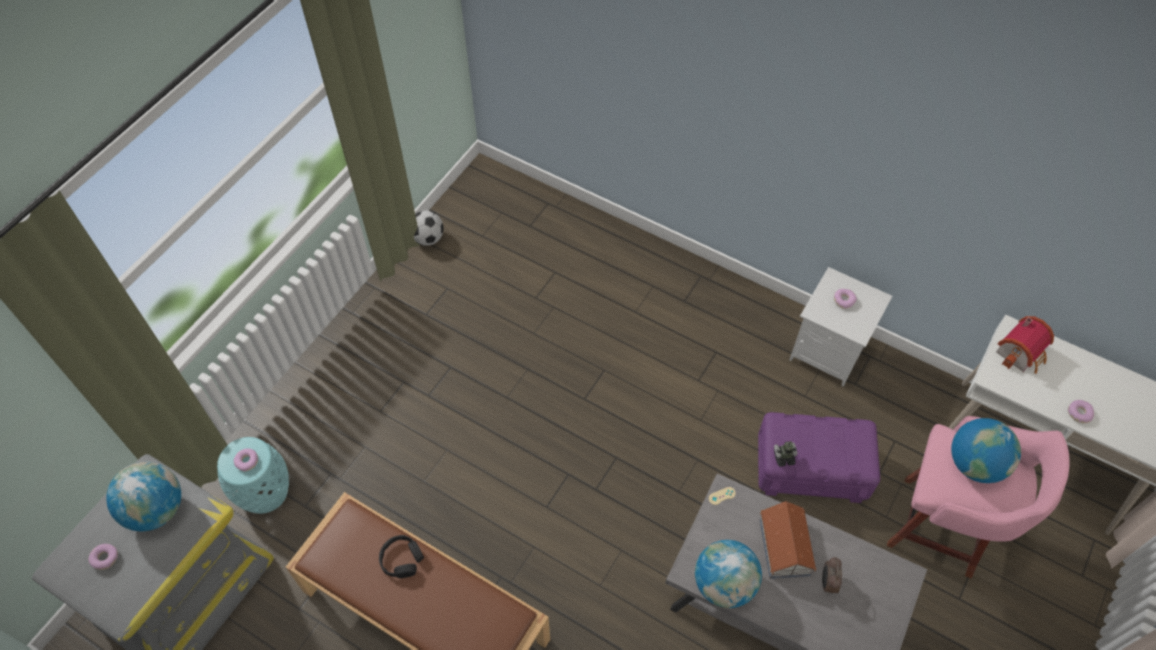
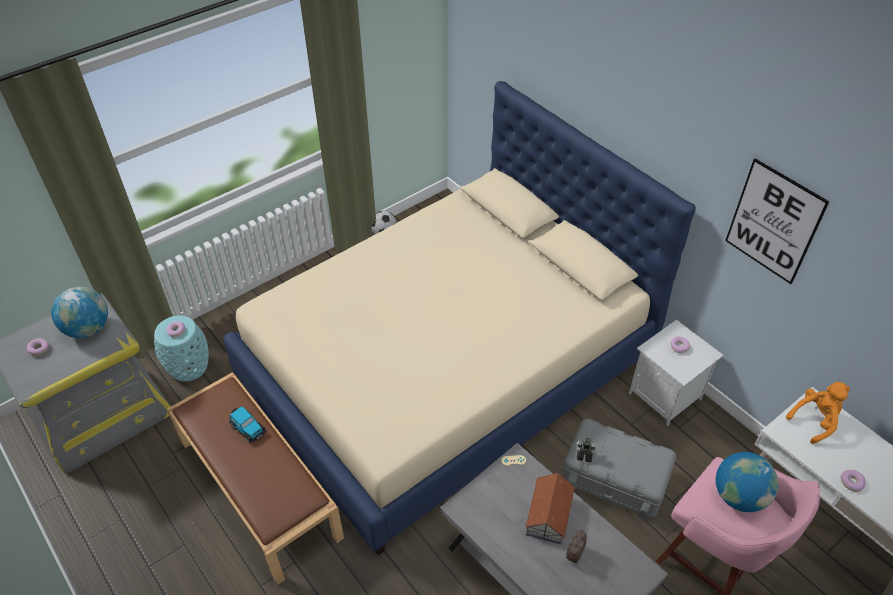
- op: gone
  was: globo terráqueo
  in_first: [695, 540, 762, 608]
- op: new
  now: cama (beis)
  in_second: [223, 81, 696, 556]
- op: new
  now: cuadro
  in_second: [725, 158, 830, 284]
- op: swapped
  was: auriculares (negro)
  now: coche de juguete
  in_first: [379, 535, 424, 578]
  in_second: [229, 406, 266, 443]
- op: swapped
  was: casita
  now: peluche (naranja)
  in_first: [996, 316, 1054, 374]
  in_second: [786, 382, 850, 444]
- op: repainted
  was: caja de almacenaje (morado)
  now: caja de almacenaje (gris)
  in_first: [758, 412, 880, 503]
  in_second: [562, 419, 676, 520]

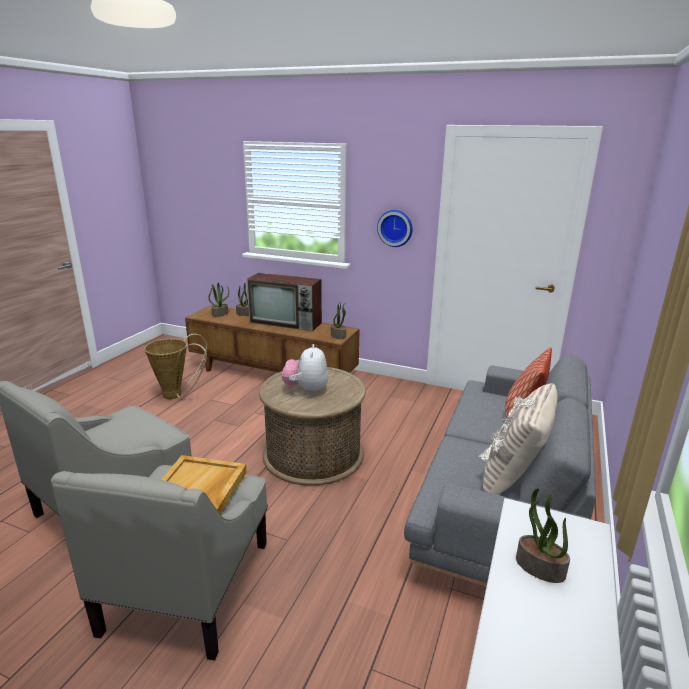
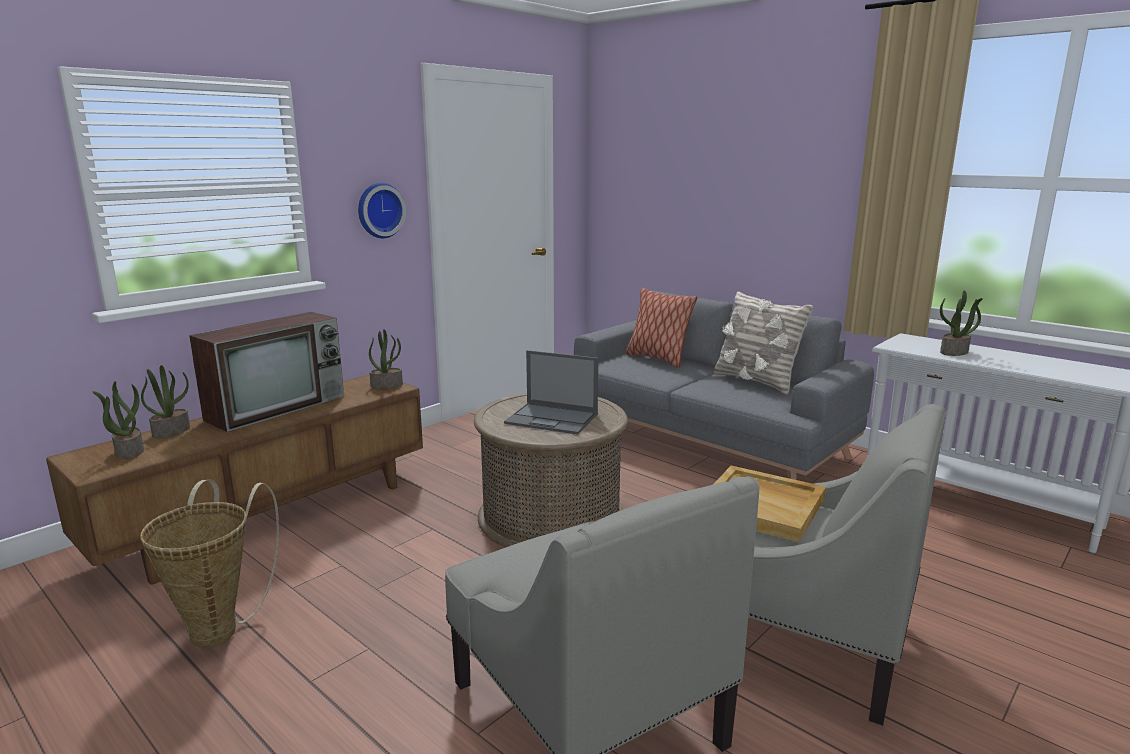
- op: swapped
  was: peluche
  now: portátil
  in_first: [282, 344, 328, 394]
  in_second: [504, 350, 598, 435]

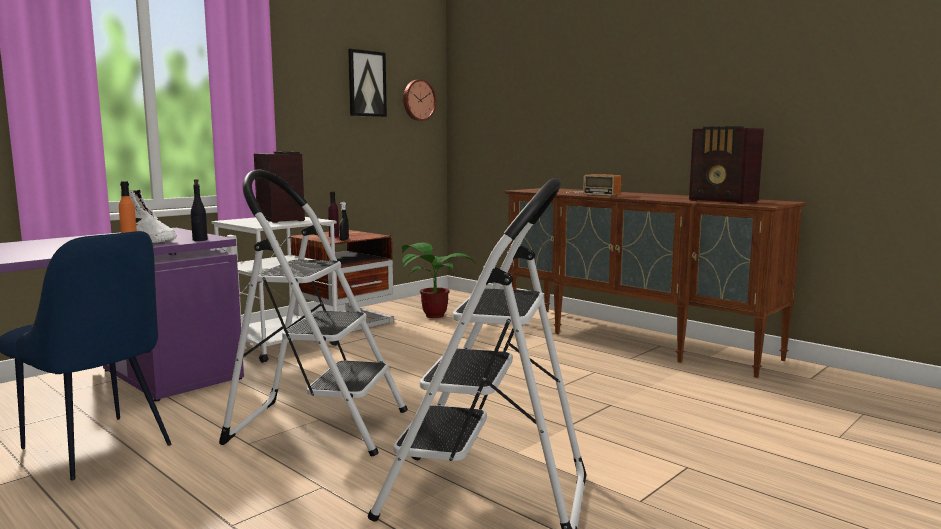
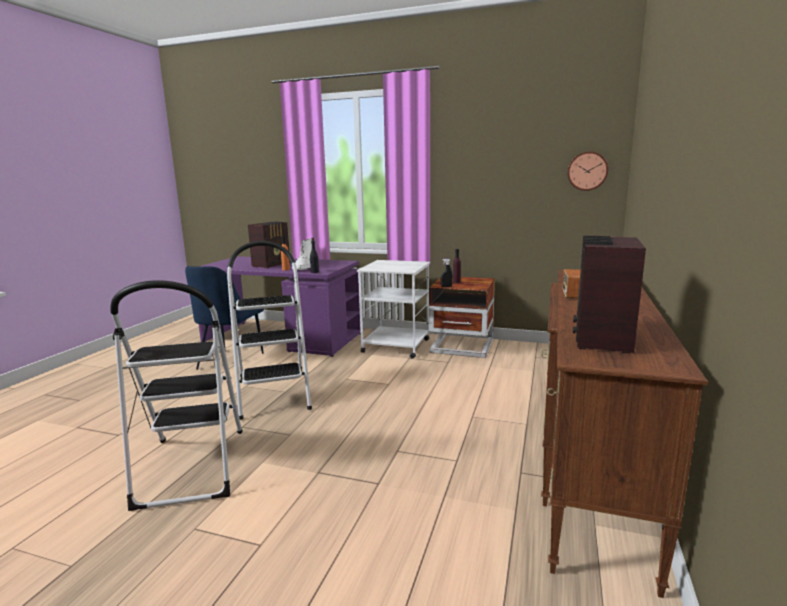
- op: gone
  was: cuadro
  in_first: [348, 49, 387, 117]
- op: gone
  was: planta en maceta
  in_first: [402, 243, 476, 318]
- op: shifted
  was: radio
  in_first: [254, 152, 305, 223]
  in_second: [248, 222, 290, 269]

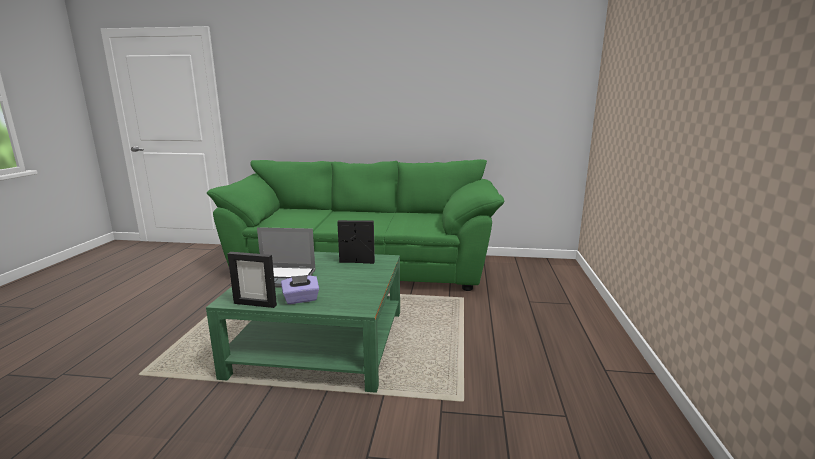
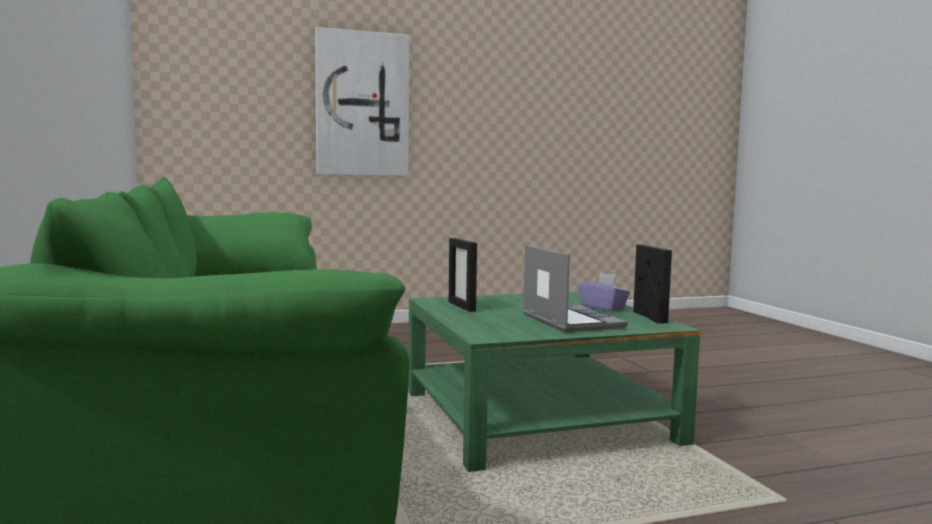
- op: new
  now: cuadro
  in_second: [315, 27, 409, 176]

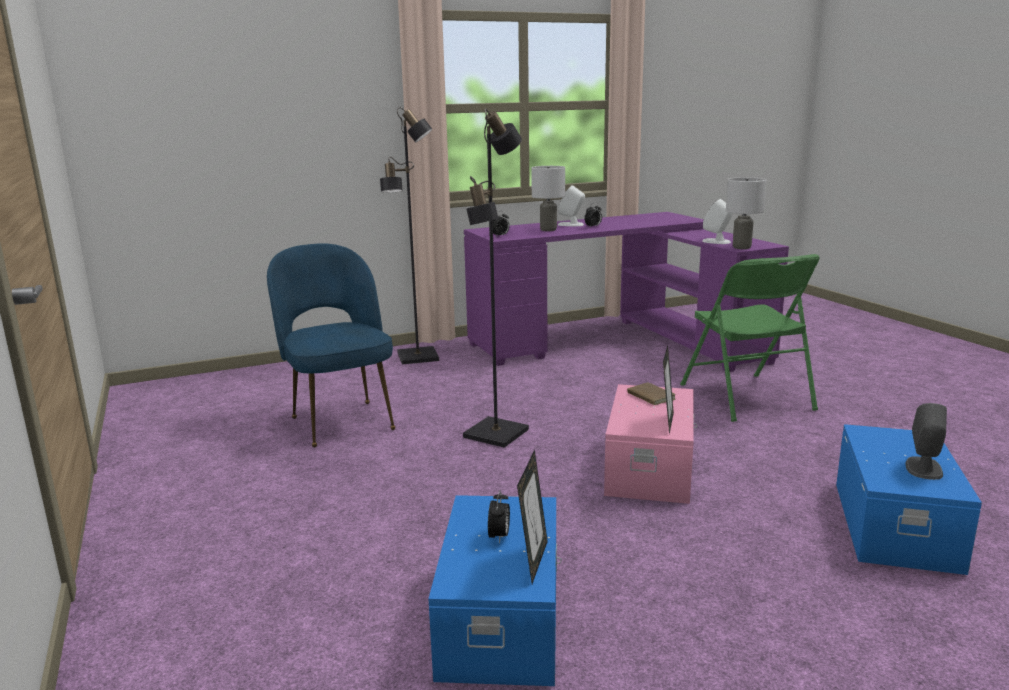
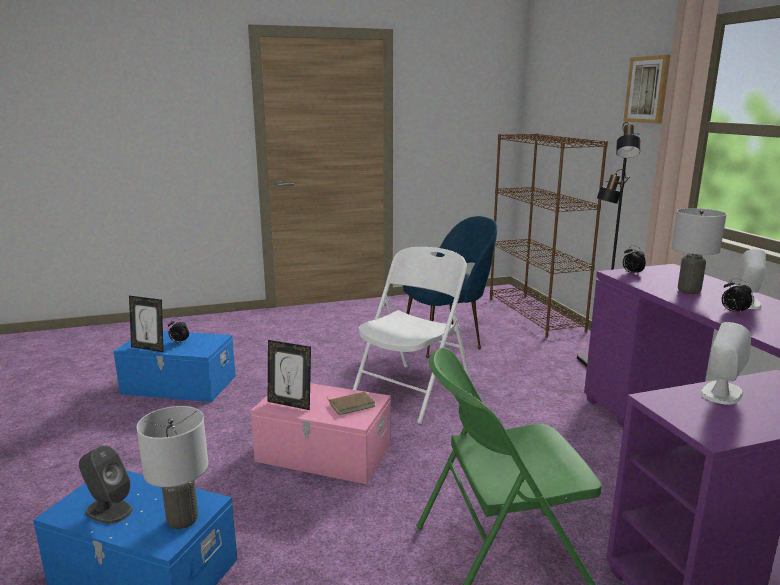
- op: new
  now: estantería (marrón)
  in_second: [490, 133, 608, 338]
- op: new
  now: cuadro
  in_second: [624, 55, 671, 123]
- op: shifted
  was: lámpara de mesa (blanco)
  in_first: [726, 177, 767, 249]
  in_second: [136, 406, 208, 529]
- op: swapped
  was: lámpara de pie (negro)
  now: silla (blanco)
  in_first: [463, 109, 529, 448]
  in_second: [353, 247, 470, 424]

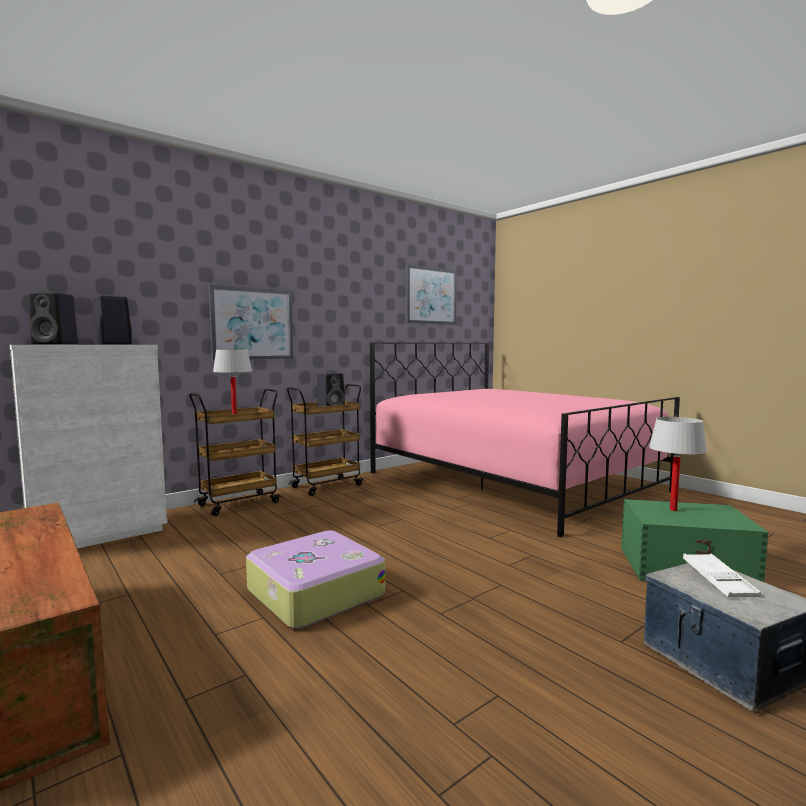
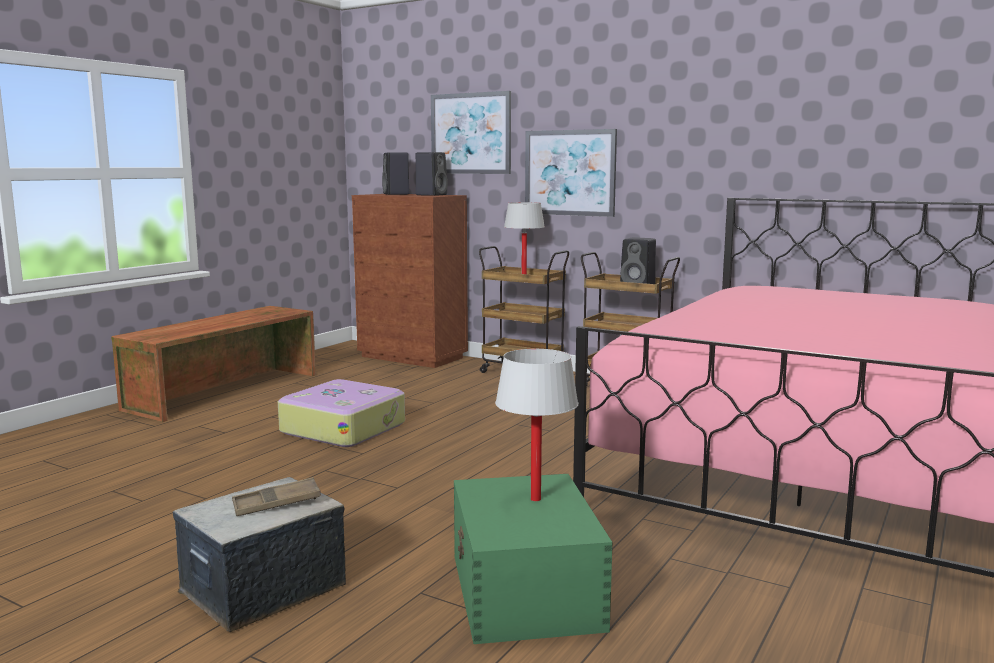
- op: shifted
  was: cuadro
  in_first: [406, 264, 457, 325]
  in_second: [431, 91, 511, 174]
- op: repainted
  was: cómoda (blanco)
  now: cómoda (marrón)
  in_first: [10, 345, 167, 548]
  in_second: [352, 194, 468, 368]
- op: repainted
  was: bandeja (blanco)
  now: bandeja (marrón)
  in_first: [683, 554, 761, 597]
  in_second: [232, 477, 321, 516]

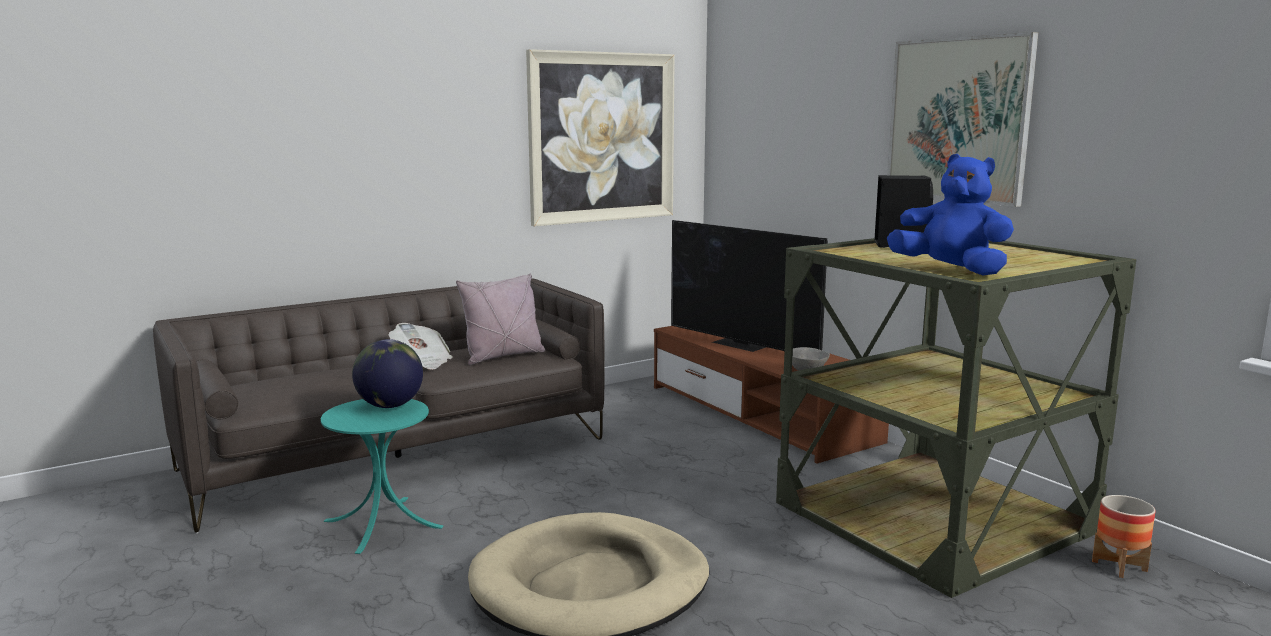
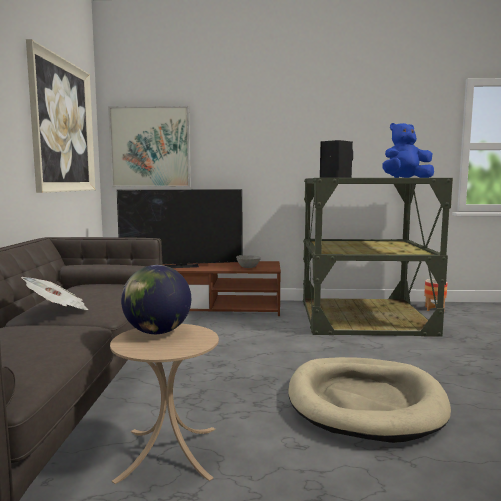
- op: gone
  was: cojín (morado)
  in_first: [456, 274, 545, 365]
- op: shifted
  was: cuadro
  in_first: [888, 32, 1039, 207]
  in_second: [108, 106, 191, 188]
- op: repainted
  was: mesa auxiliar (turquesa)
  now: mesa auxiliar (beis)
  in_first: [321, 399, 443, 554]
  in_second: [110, 324, 219, 484]

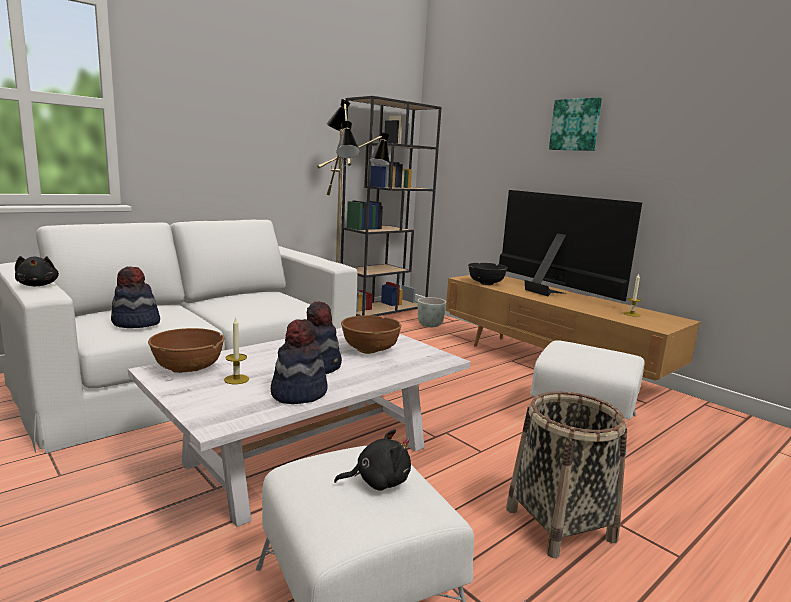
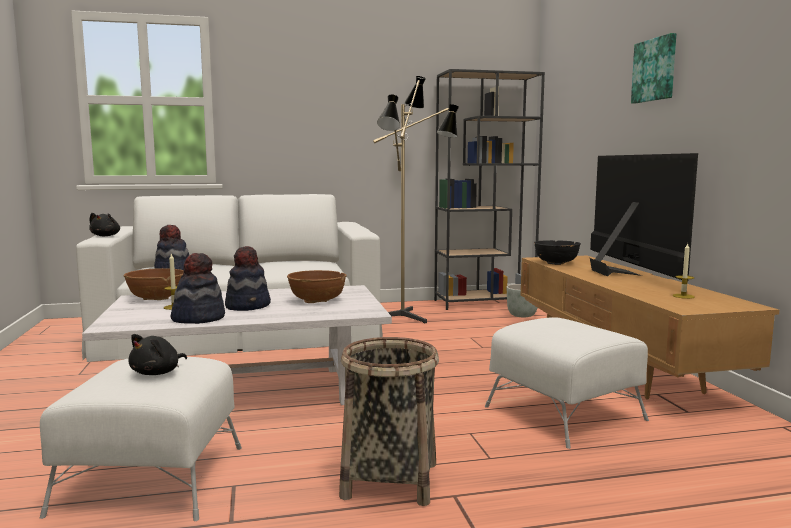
- op: rotated
  was: peluche (negro)
  in_first: [334, 429, 411, 491]
  in_second: [128, 334, 187, 375]
  clockwise: 105

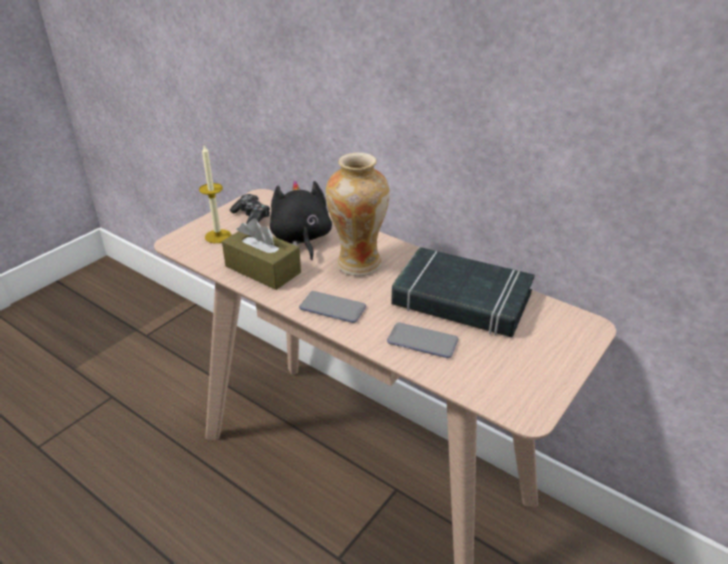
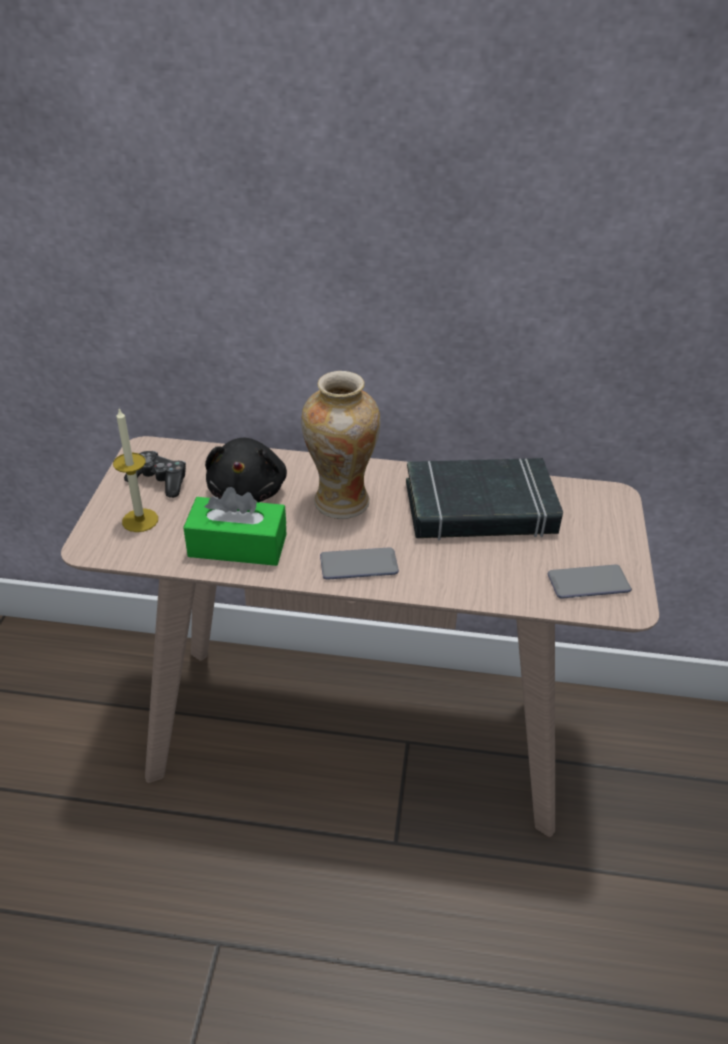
- op: shifted
  was: móvil
  in_first: [387, 323, 459, 358]
  in_second: [547, 564, 632, 599]
- op: repainted
  was: caja de pañuelos (marrón)
  now: caja de pañuelos (verde)
  in_first: [222, 219, 301, 290]
  in_second: [183, 487, 286, 566]
- op: rotated
  was: peluche (negro)
  in_first: [270, 180, 332, 260]
  in_second: [205, 437, 287, 502]
  clockwise: -135

